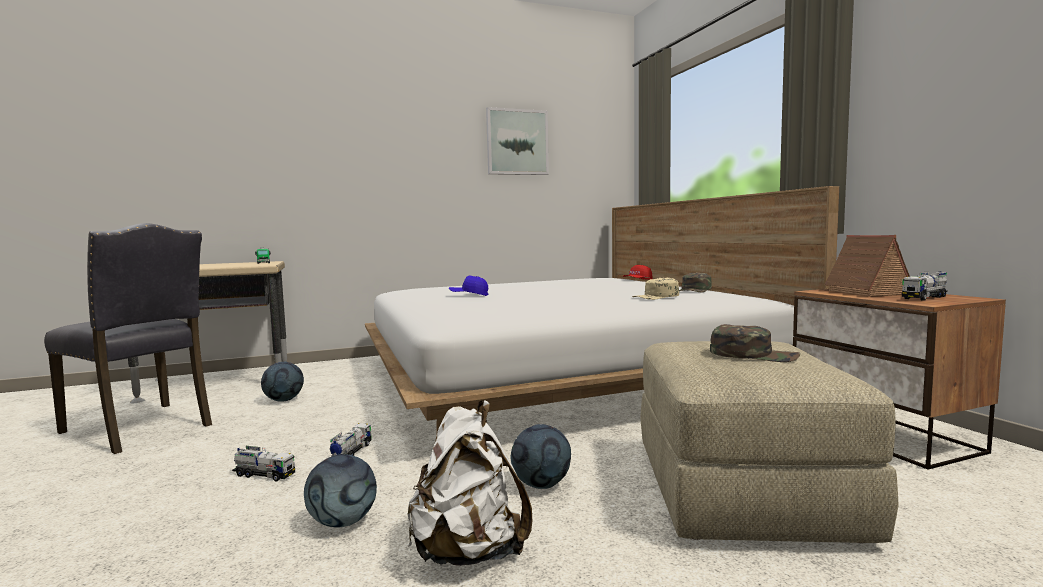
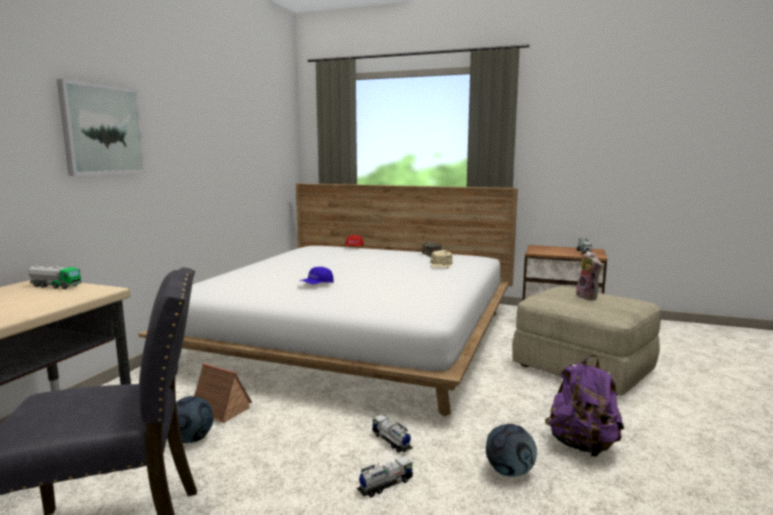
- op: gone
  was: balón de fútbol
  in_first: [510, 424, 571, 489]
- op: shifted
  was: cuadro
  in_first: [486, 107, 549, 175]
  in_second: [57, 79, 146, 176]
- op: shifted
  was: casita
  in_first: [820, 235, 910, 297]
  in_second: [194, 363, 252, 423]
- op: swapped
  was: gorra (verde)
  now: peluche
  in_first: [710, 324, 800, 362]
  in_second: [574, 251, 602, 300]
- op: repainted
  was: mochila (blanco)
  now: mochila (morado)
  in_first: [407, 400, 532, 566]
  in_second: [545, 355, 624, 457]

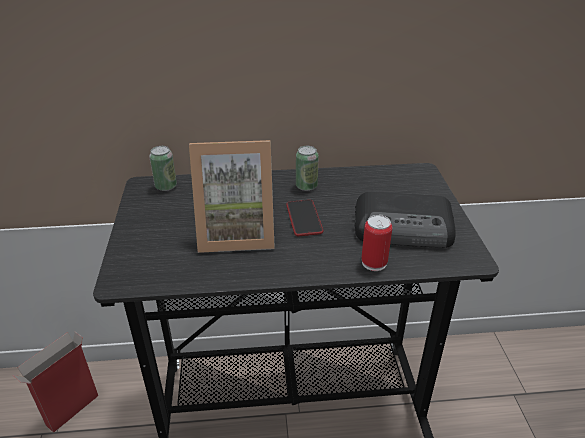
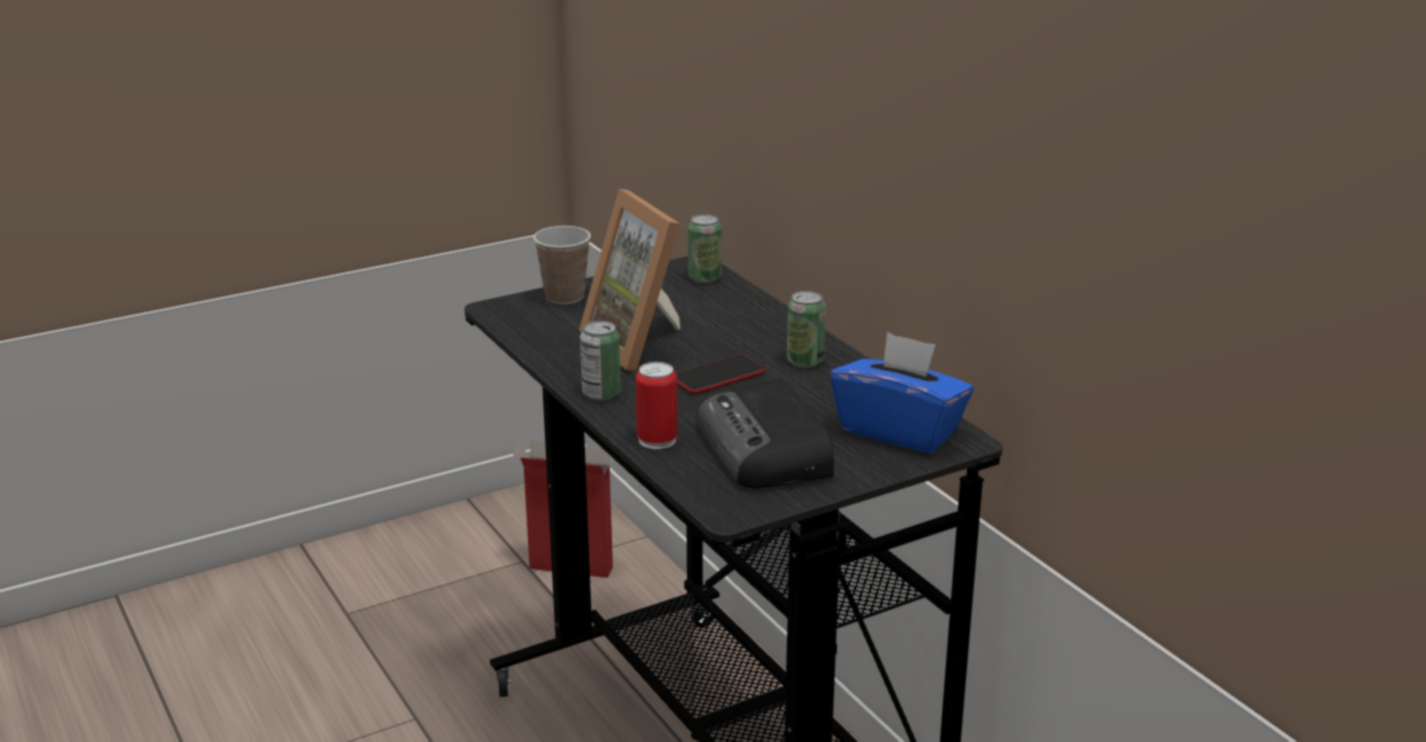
- op: new
  now: taza
  in_second: [533, 226, 591, 305]
- op: new
  now: lata
  in_second: [580, 321, 621, 401]
- op: new
  now: caja de pañuelos (azul)
  in_second: [830, 332, 974, 453]

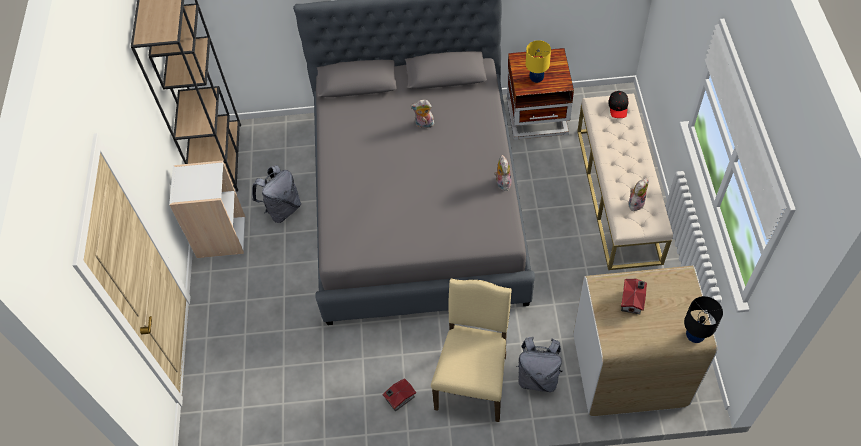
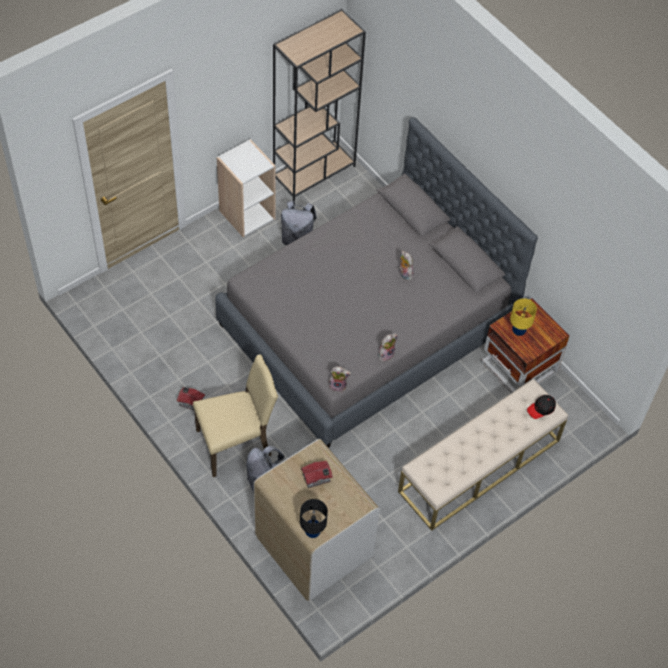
- op: shifted
  was: peluche
  in_first: [628, 178, 648, 211]
  in_second: [328, 366, 351, 393]

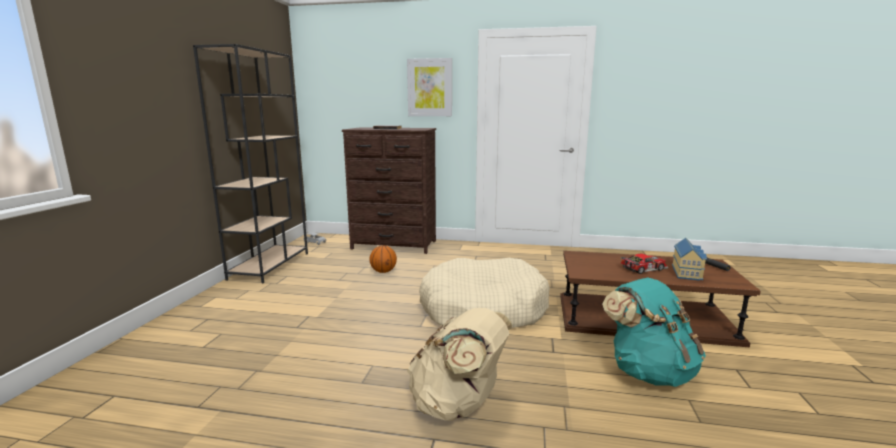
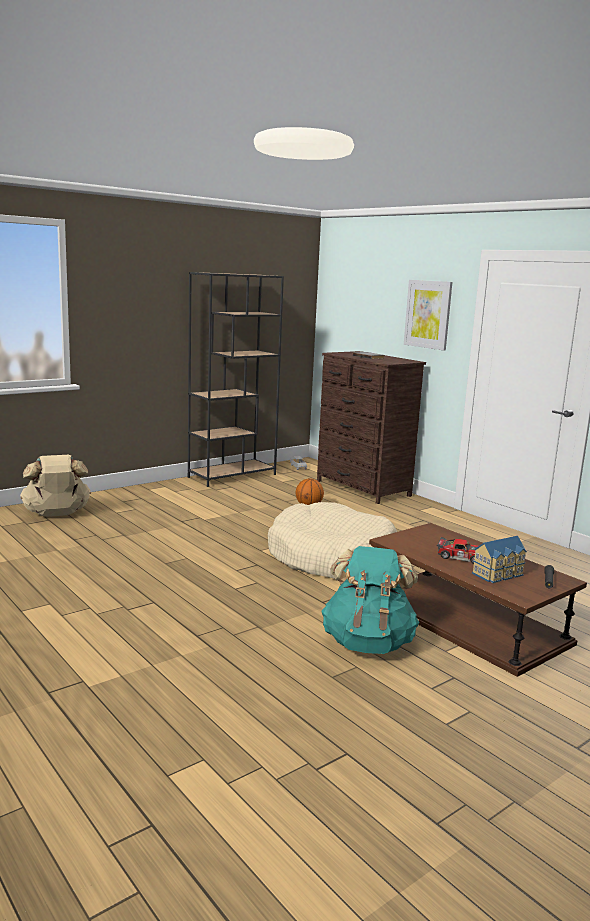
- op: shifted
  was: mochila (beis)
  in_first: [407, 308, 512, 421]
  in_second: [20, 455, 91, 517]

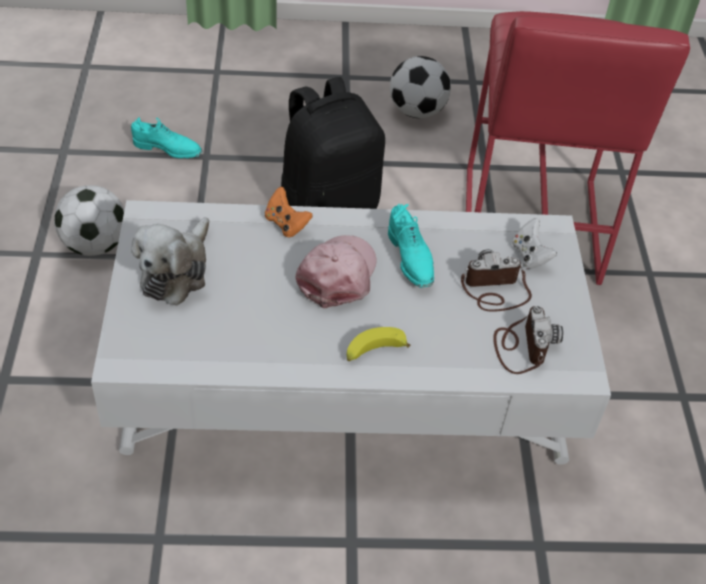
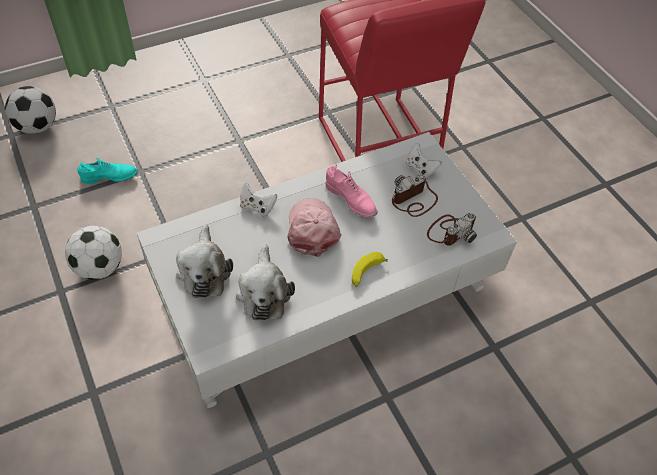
- op: gone
  was: mochila (negro)
  in_first: [281, 77, 385, 209]
- op: new
  now: peluche
  in_second: [236, 244, 295, 320]
- op: shifted
  was: balón de fútbol
  in_first: [390, 56, 451, 118]
  in_second: [5, 86, 56, 134]
- op: repainted
  was: mando de consola (naranja)
  now: mando de consola (blanco)
  in_first: [265, 187, 312, 237]
  in_second: [240, 183, 277, 216]
- op: repainted
  was: zapato (turquesa)
  now: zapato (rosa)
  in_first: [388, 204, 434, 288]
  in_second: [326, 164, 377, 218]
- op: rotated
  was: cámara
  in_first: [493, 306, 563, 374]
  in_second: [427, 213, 477, 246]
  clockwise: 75

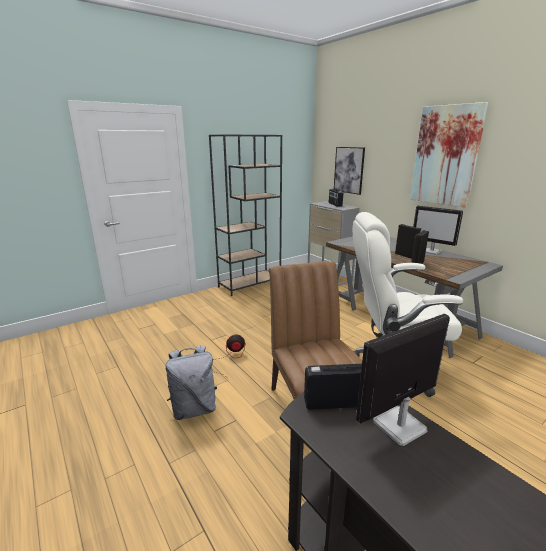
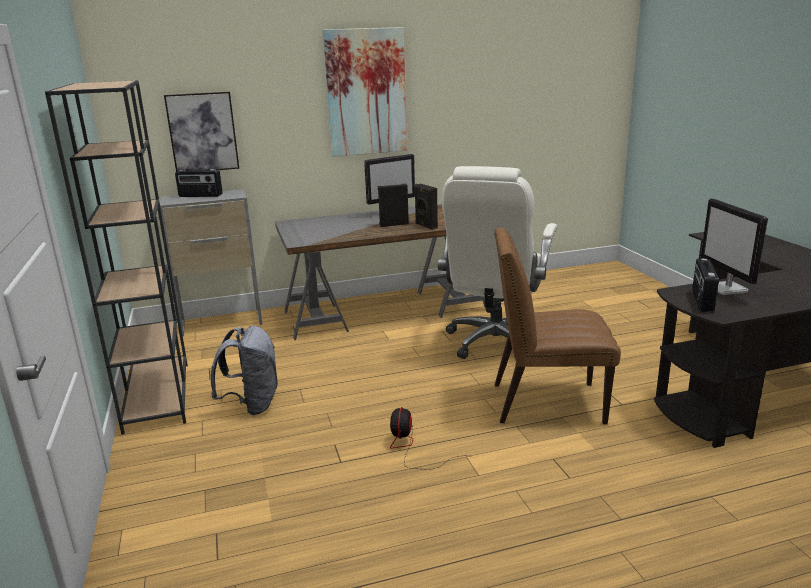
- op: shifted
  was: mochila (gris)
  in_first: [166, 345, 217, 420]
  in_second: [211, 326, 278, 415]

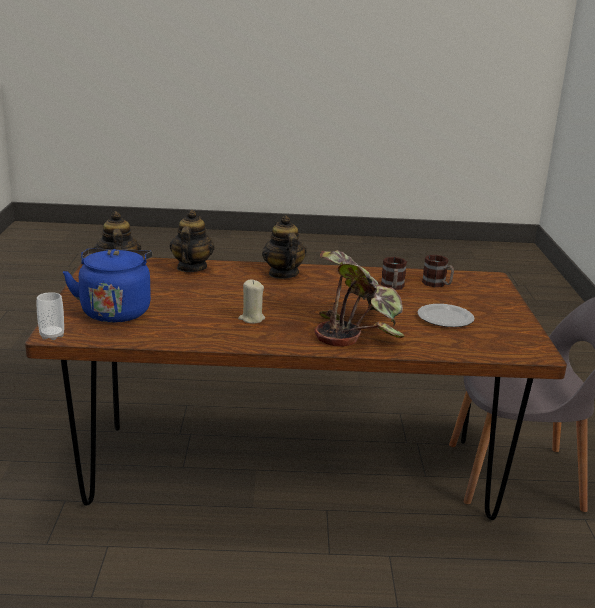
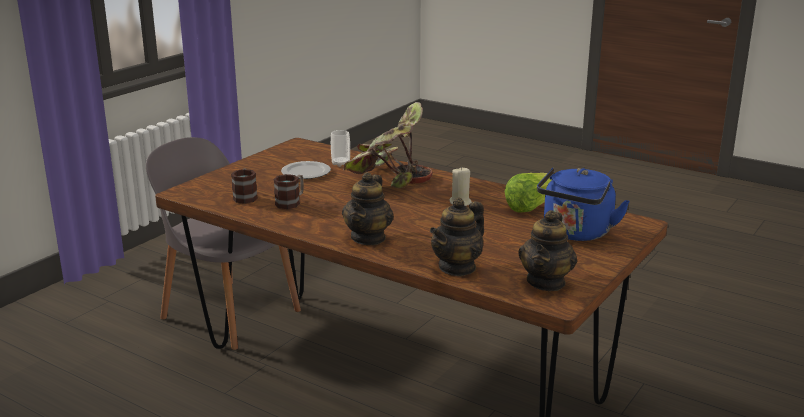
- op: new
  now: lechuga
  in_second: [505, 173, 551, 213]
- op: shifted
  was: taza
  in_first: [37, 292, 64, 340]
  in_second: [331, 130, 350, 167]

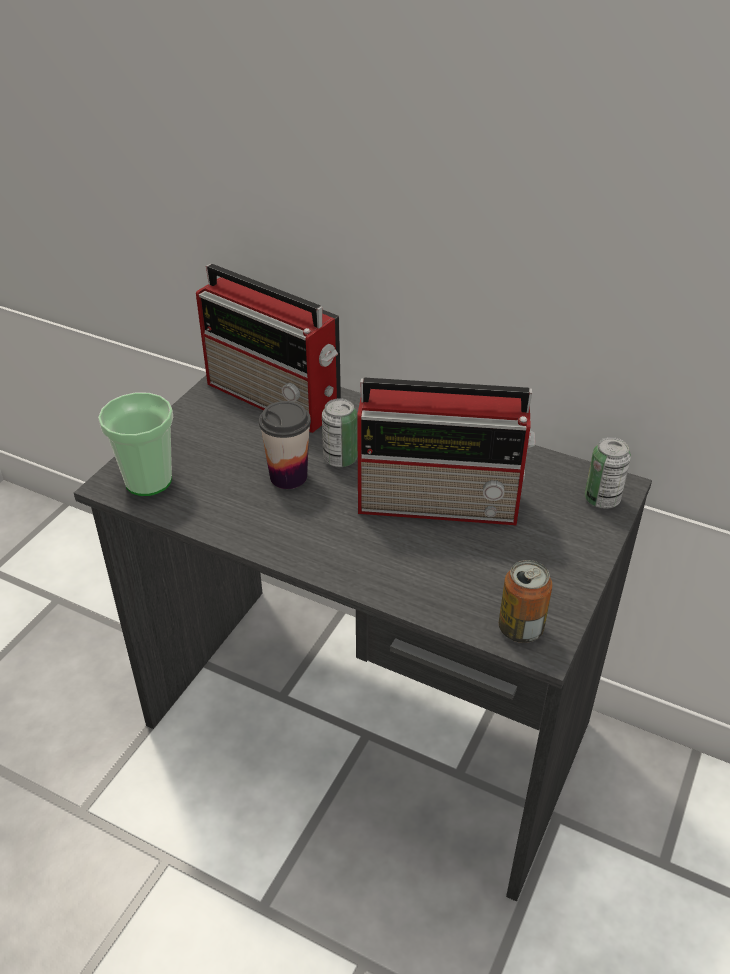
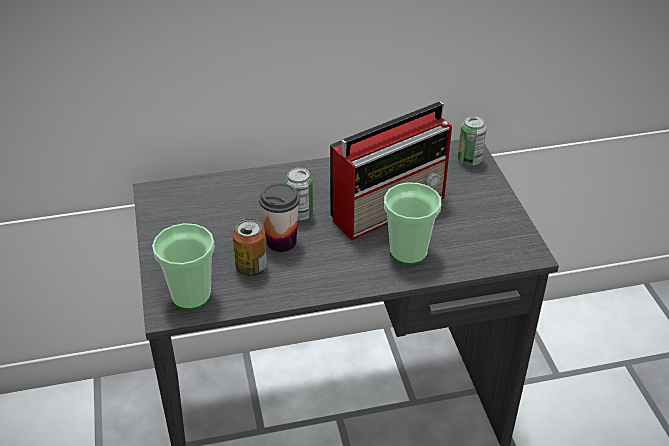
- op: gone
  was: radio
  in_first: [196, 264, 341, 433]
- op: new
  now: taza
  in_second: [384, 182, 441, 265]
- op: shifted
  was: lata
  in_first: [499, 560, 552, 643]
  in_second: [233, 219, 267, 277]

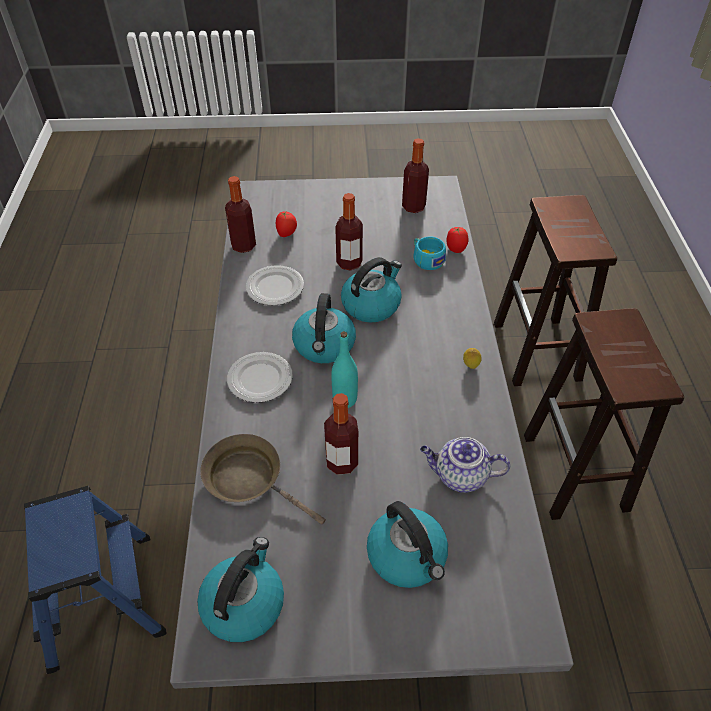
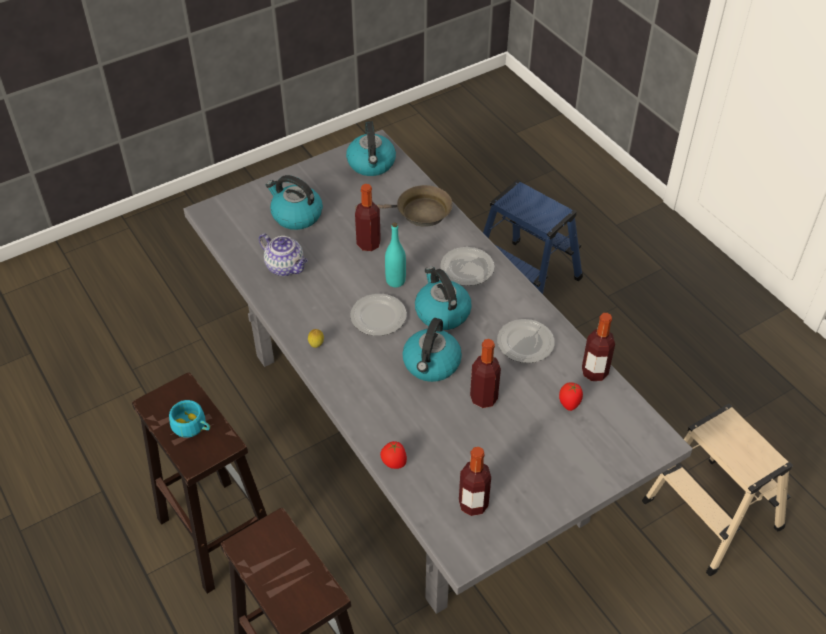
- op: new
  now: plato
  in_second: [350, 294, 406, 336]
- op: new
  now: escalera de tijera (beis)
  in_second: [642, 404, 793, 576]
- op: shifted
  was: taza (turquesa)
  in_first: [414, 237, 446, 270]
  in_second: [169, 400, 210, 438]
- op: rotated
  was: tetera
  in_first: [420, 437, 511, 493]
  in_second: [259, 233, 308, 276]
  clockwise: 60

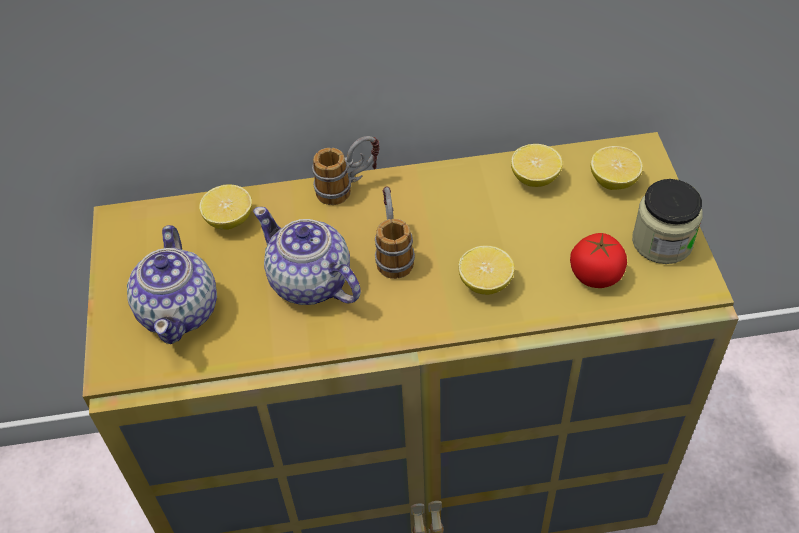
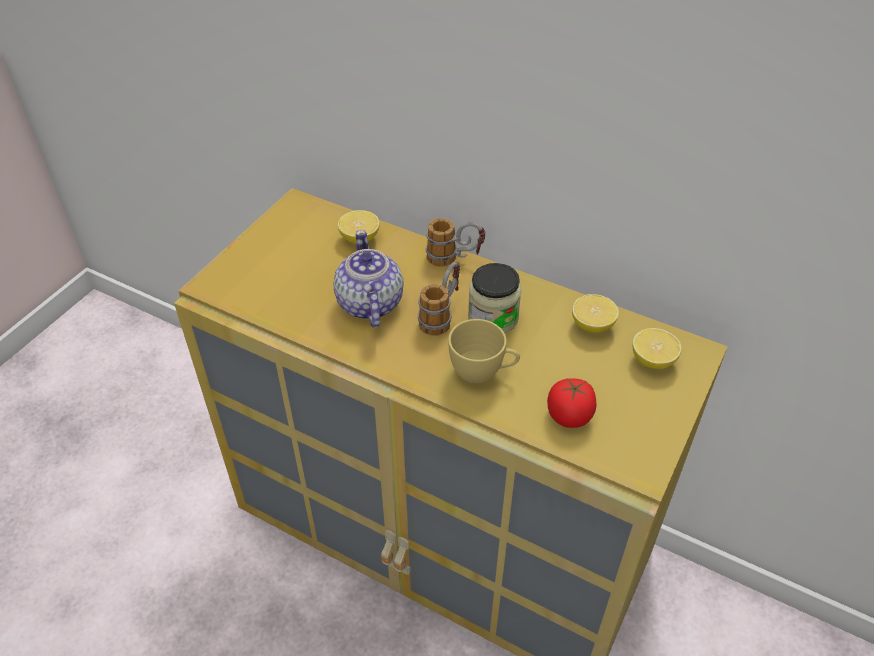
- op: gone
  was: tetera
  in_first: [127, 225, 217, 344]
- op: shifted
  was: tarro
  in_first: [632, 179, 703, 264]
  in_second: [468, 263, 522, 333]
- op: swapped
  was: limón
  now: taza (amarillo)
  in_first: [458, 246, 514, 295]
  in_second: [448, 319, 520, 383]

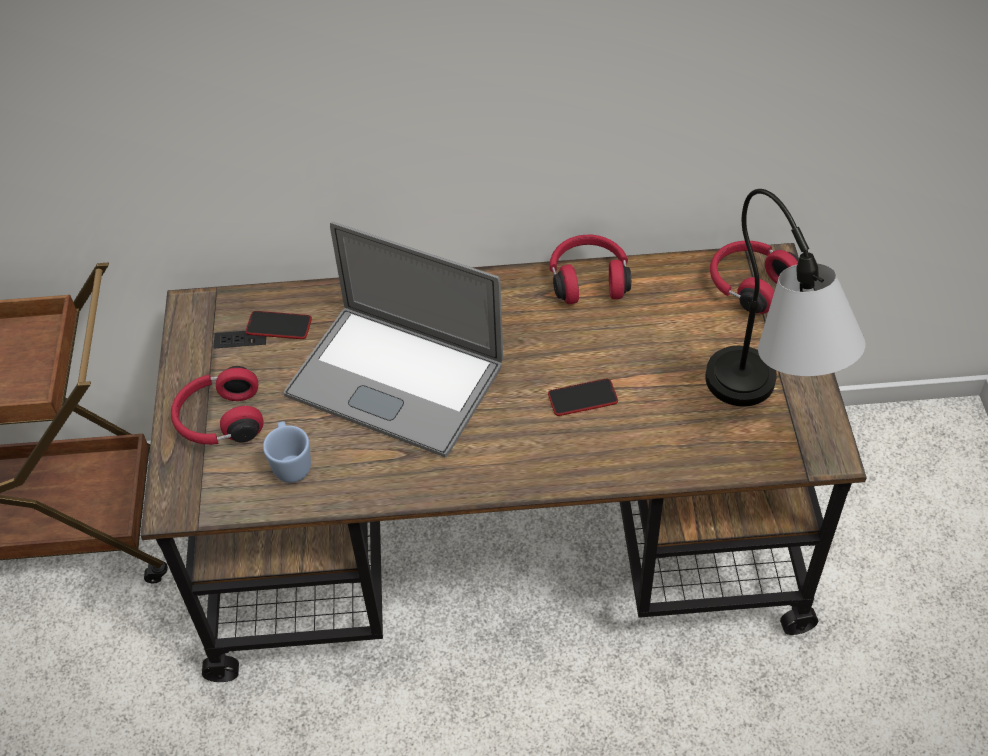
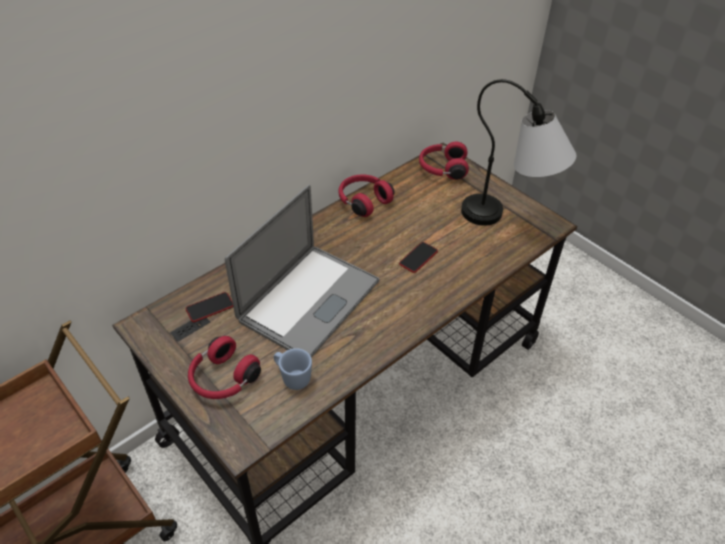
- op: rotated
  was: portátil
  in_first: [284, 221, 503, 457]
  in_second: [225, 185, 380, 358]
  clockwise: -45

